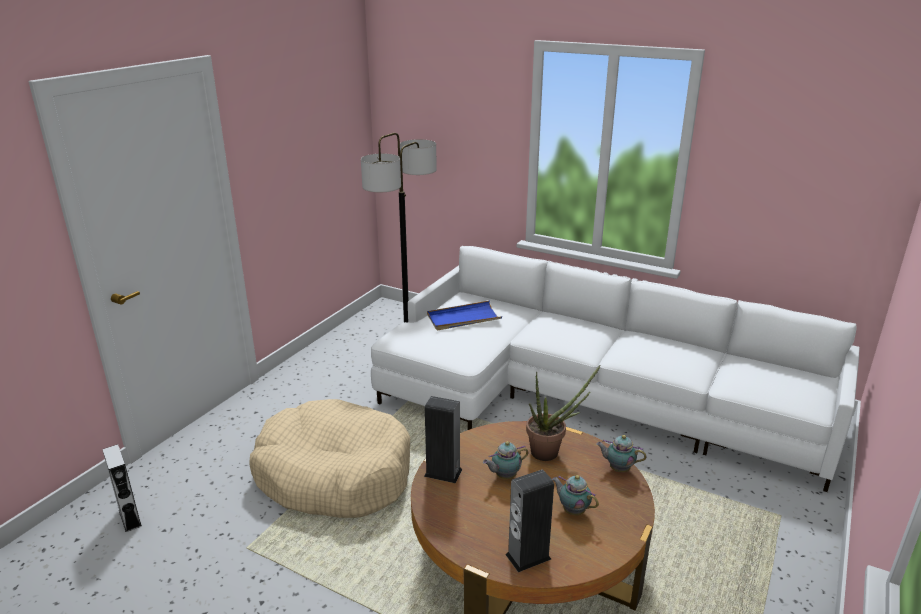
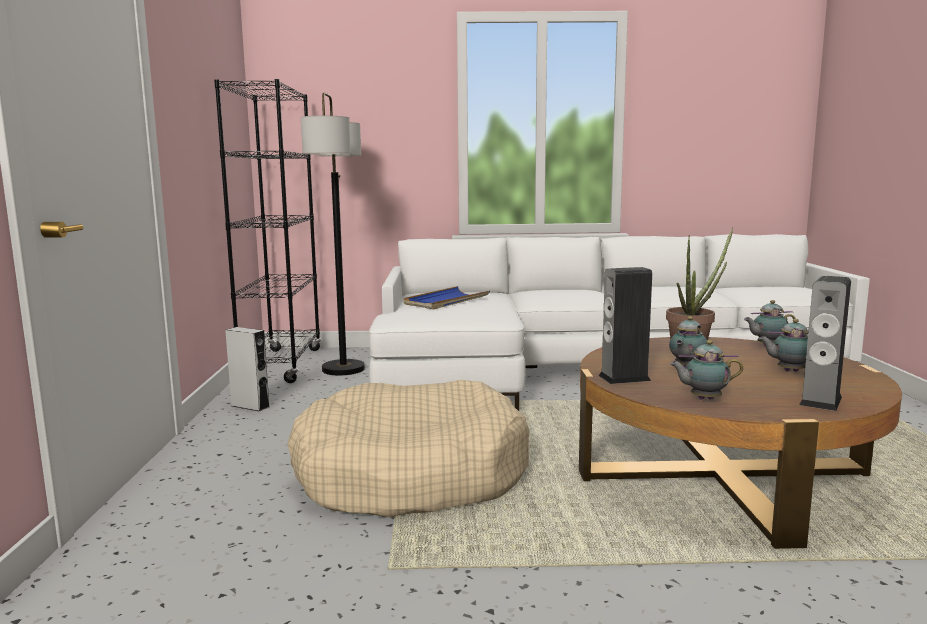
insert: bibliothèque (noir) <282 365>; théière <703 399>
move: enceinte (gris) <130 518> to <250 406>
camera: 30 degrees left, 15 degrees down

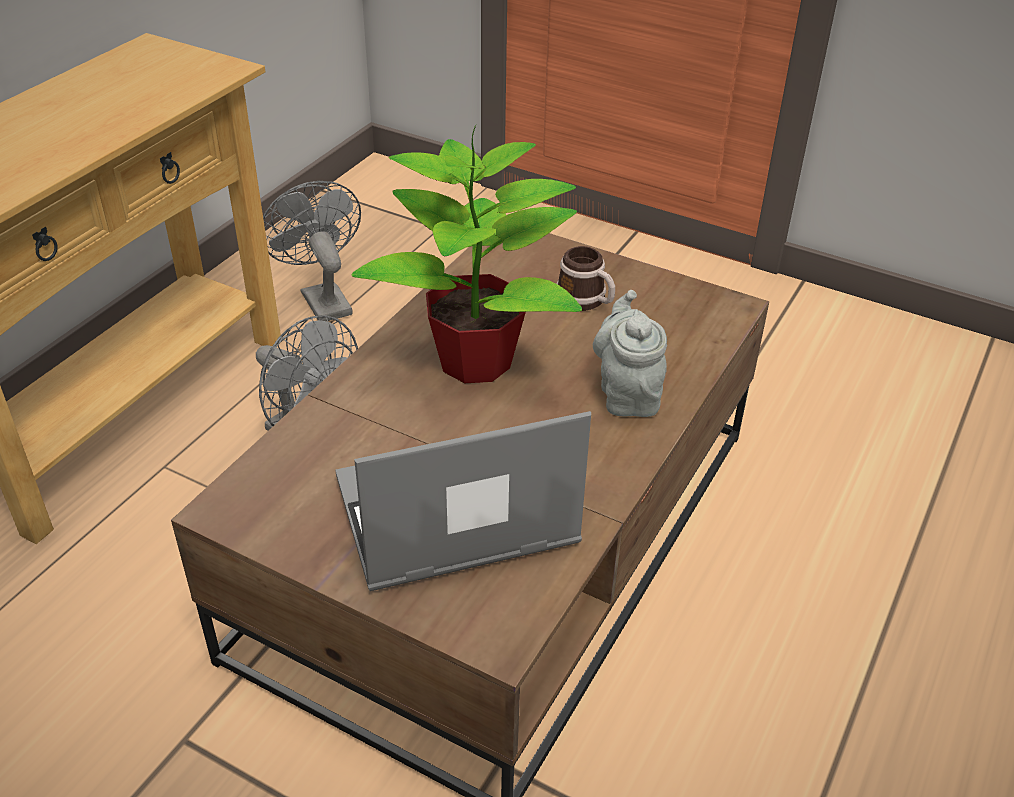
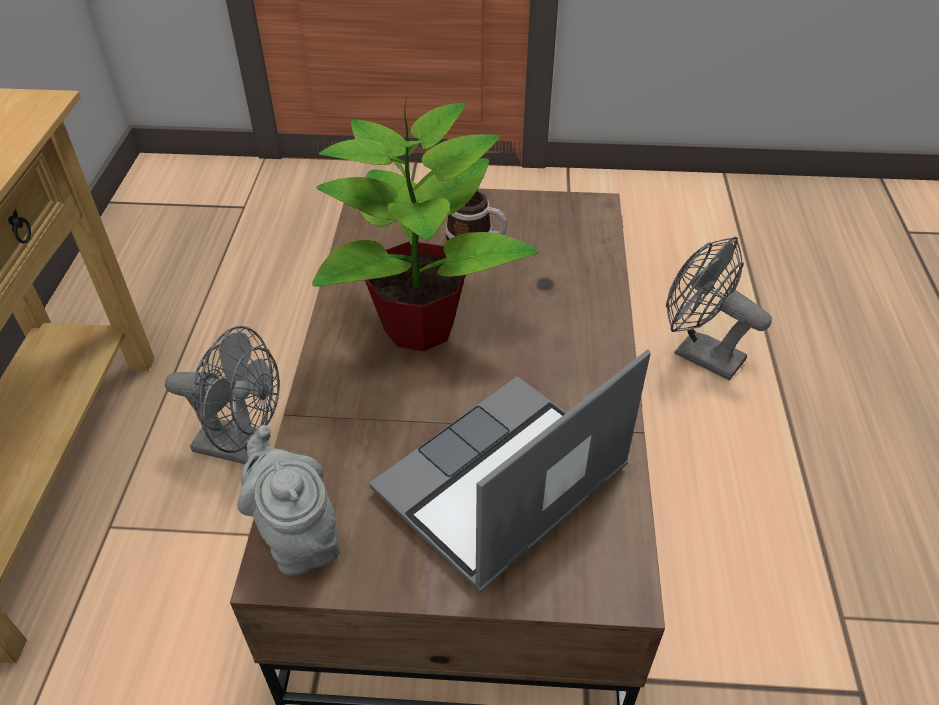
move: théière (gris) <627 393> to <298 536>; ventilateur (gris) <322 299> to <698 353>
camera: 25 degrees left, 5 degrees up

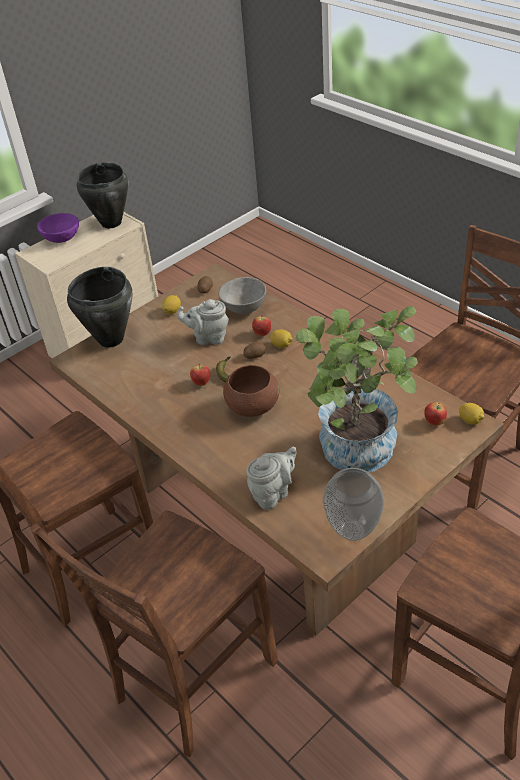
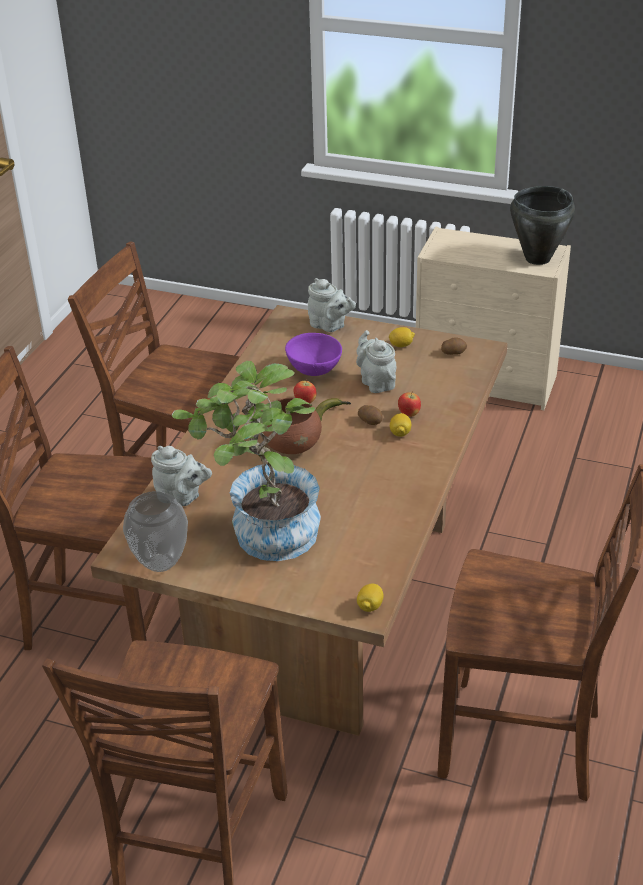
delete: bol (gris) <243 308>; pomme <434 422>
move: bol (violet) <61 238> to <315 369>
replace: marmite (noir) <110 339> to théière (gris) <330 326>
camera: 60 degrees right, 5 degrees down

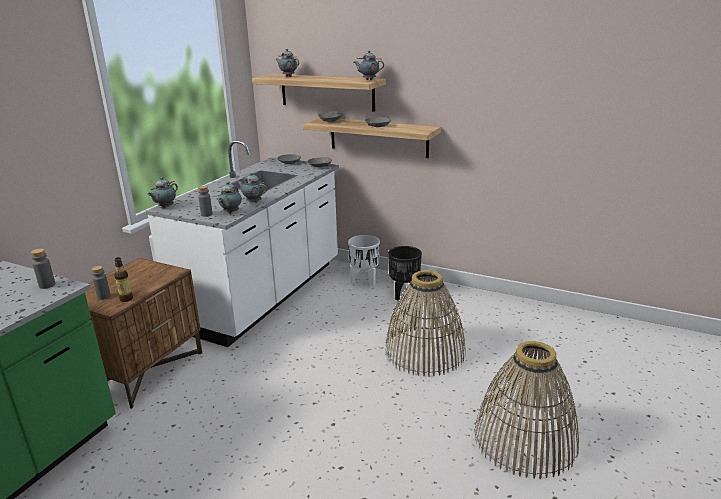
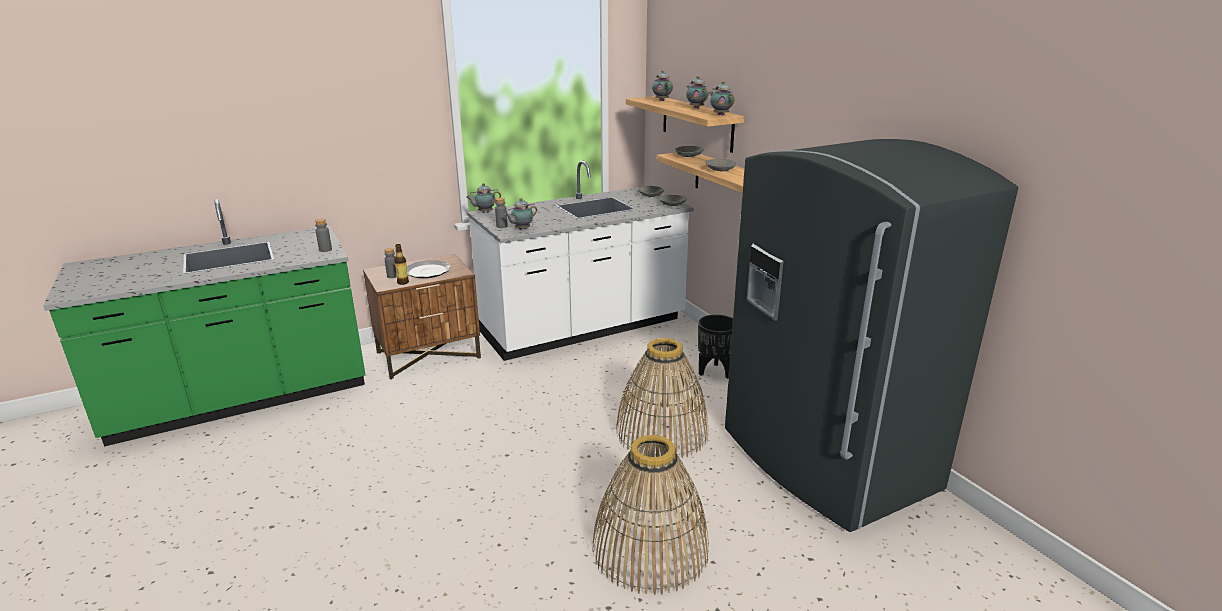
delete: cache-pot (blanc) <364 280>
insert: assiette <427 271>; réfrigérateur (gris) <824 461>
move: théière <253 202> to <696 108>
camera: 35 degrees right, 0 degrees up

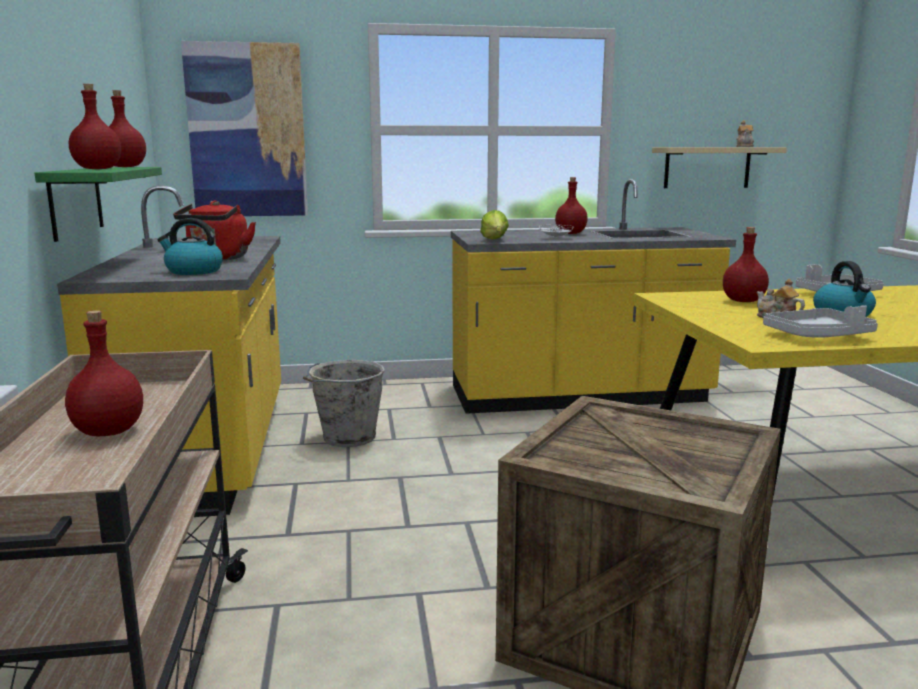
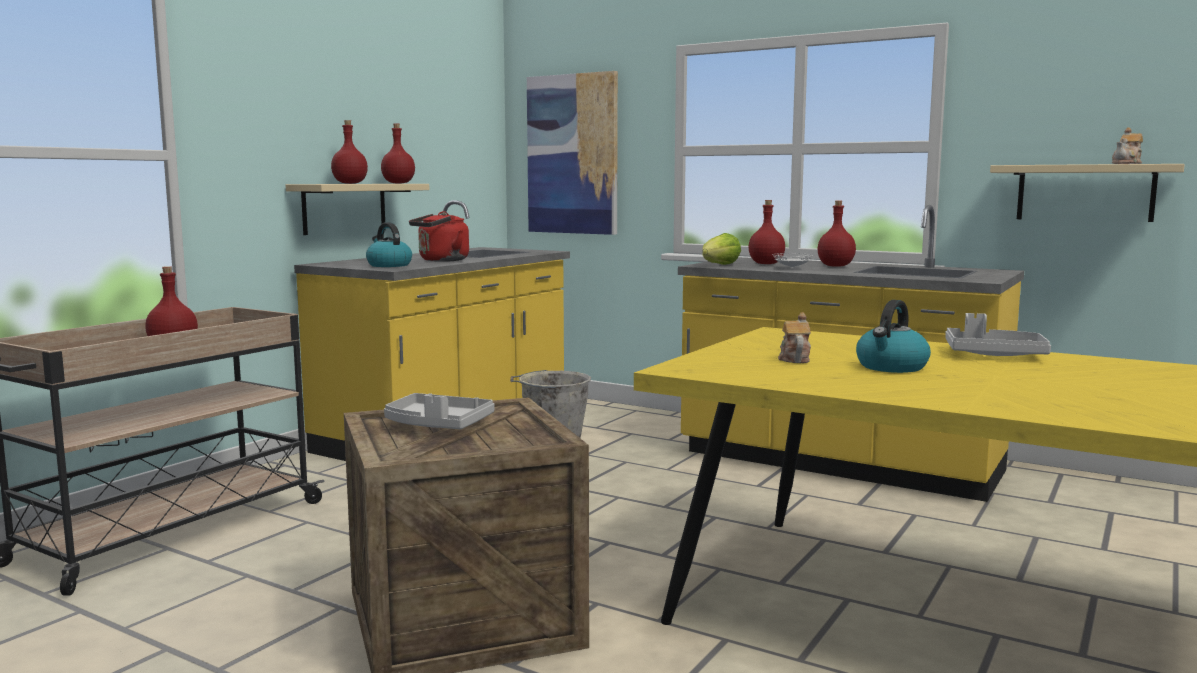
move: plateau (gris) <818 336> to <437 425>; bouteille (rouge) <744 301> to <767 264>
recolor: étagère (vert) <75 201> to étagère (beige) <344 208>
camera: 40 degrees right, 5 degrees down

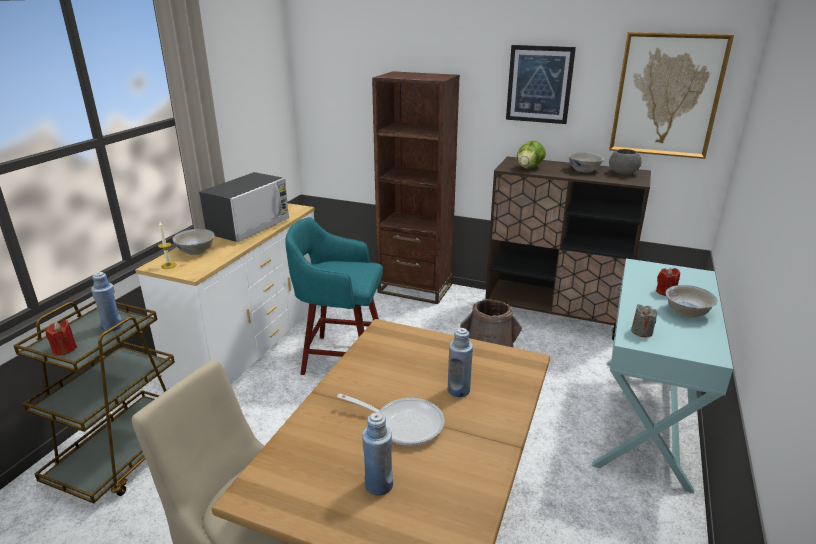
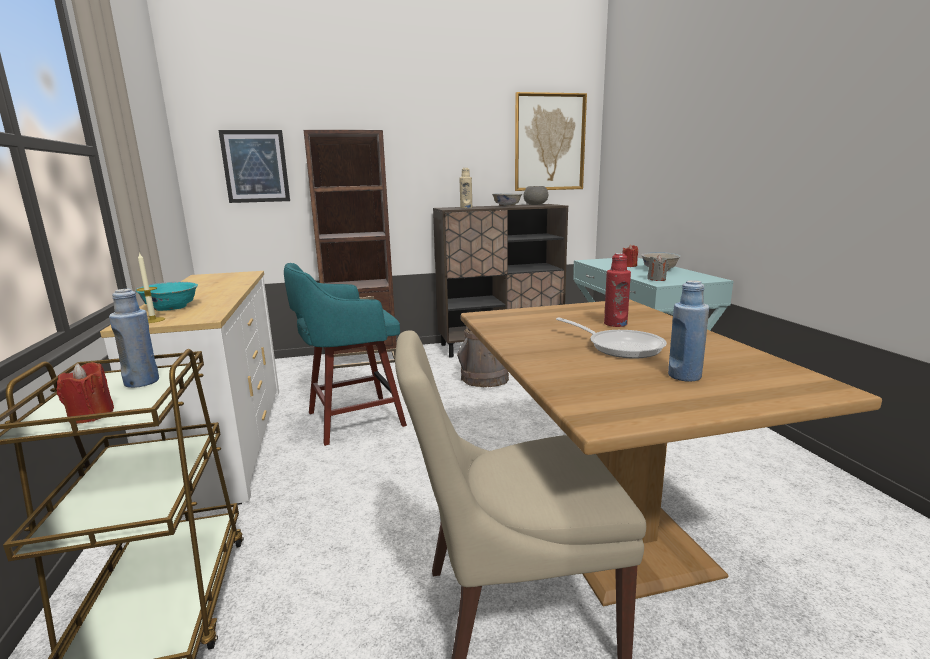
delete: micro-ondes <249 227>
move: tableau <539 84> to <255 166>
replace: laitue <529 168> to bouteille (beige) <466 208>
recolor: bol (blanc) <196 250> to bol (turquoise) <170 307>; bouteille (bleu) <458 390> to bouteille (rouge) <615 324>
rotate: poêle <403 423> = <620 346> 60 degrees clockwise
camera: 35 degrees left, 10 degrees down

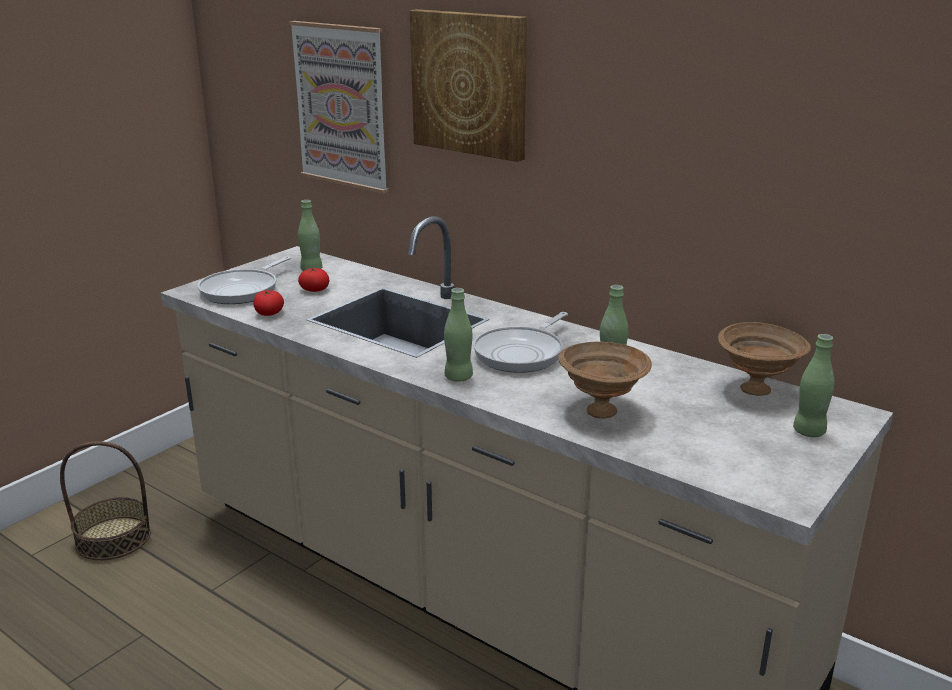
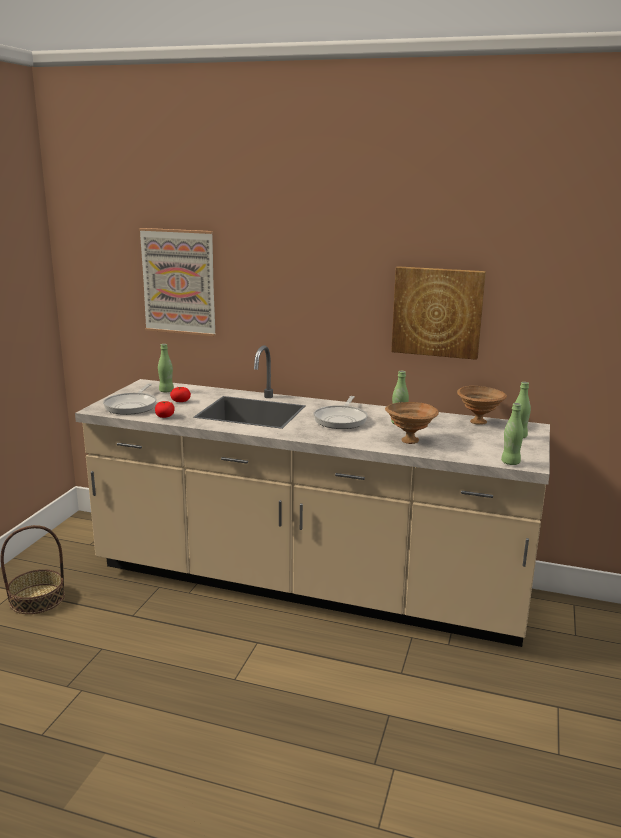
move: tableau <470 83> to <437 312>; bouteille (vert) <458 377> to <510 462>
camera: 20 degrees left, 5 degrees down

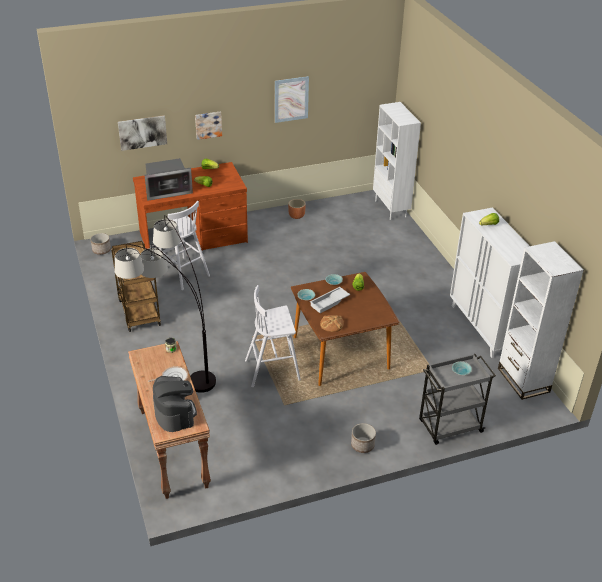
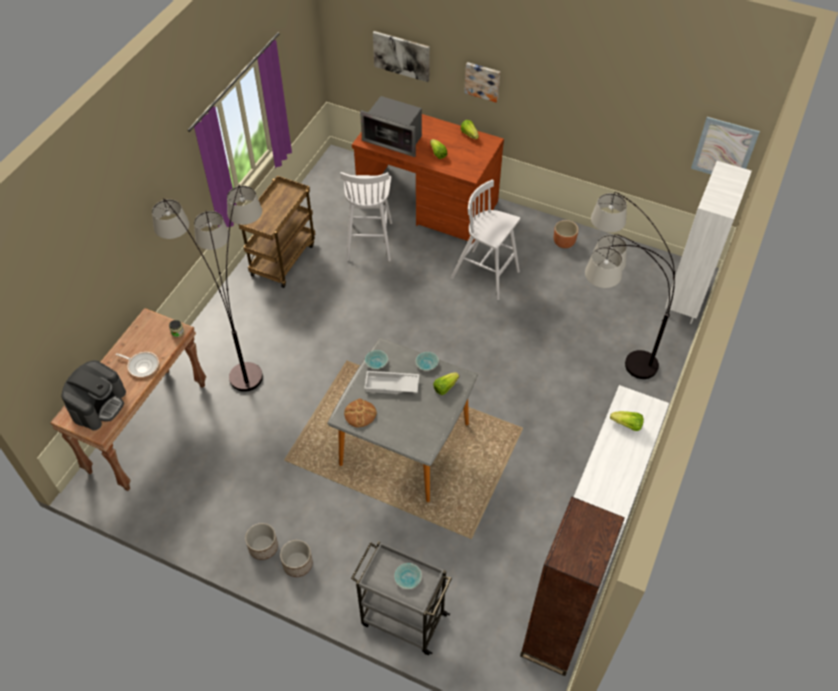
insert: lampadaire <600 360>
move: cache-pot <101 250> to <263 547>; tabouret (blanc) <273 370> to <486 275>; tableau <291 99> to <724 149>
recolor: table à manger (marron) <340 352> to table à manger (gris) <405 443>; bibliothèque (blanc) <523 380> to bibliothèque (marron) <553 635>
camera: 45 degrees right, 15 degrees up

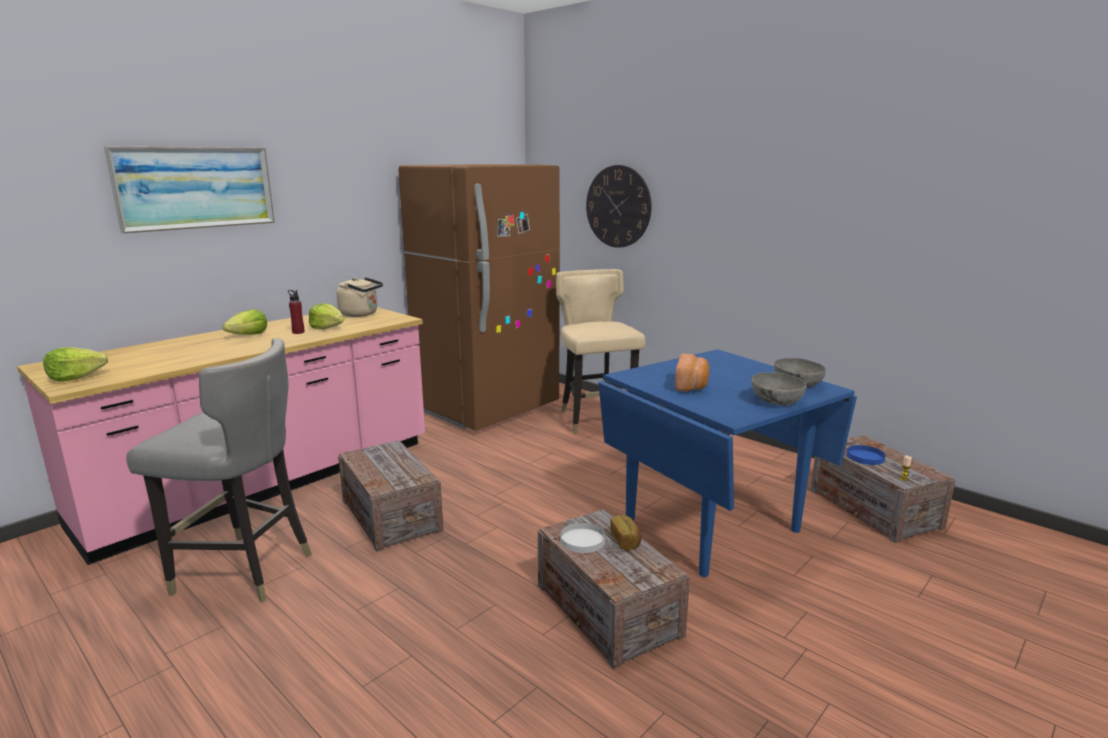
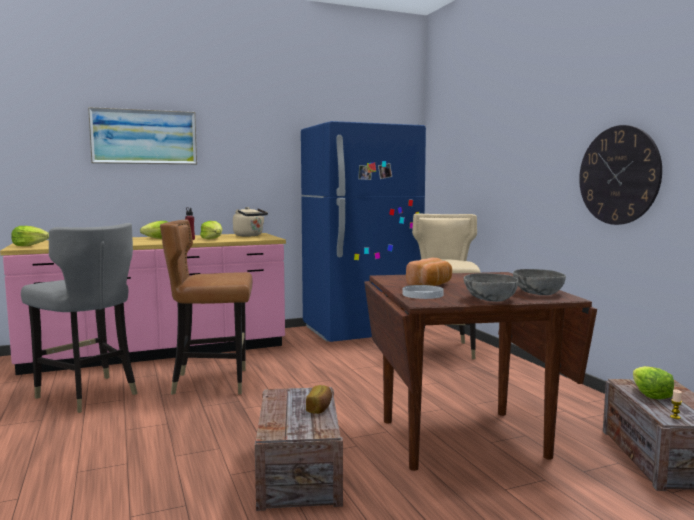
move: assiette (blanc) <582 540> to <422 294>; horloge murale <618 206> to <618 175>
replace: caisse <391 515> to chaise (marron) <213 382>; assiette (bleu) <865 457> to laitue <650 395>
recolor: réfrigérateur (marron) <488 408> to réfrigérateur (bleu) <361 332>; table à manger (bleu) <713 528> to table à manger (marron) <463 439>
camera: 25 degrees right, 10 degrees down

